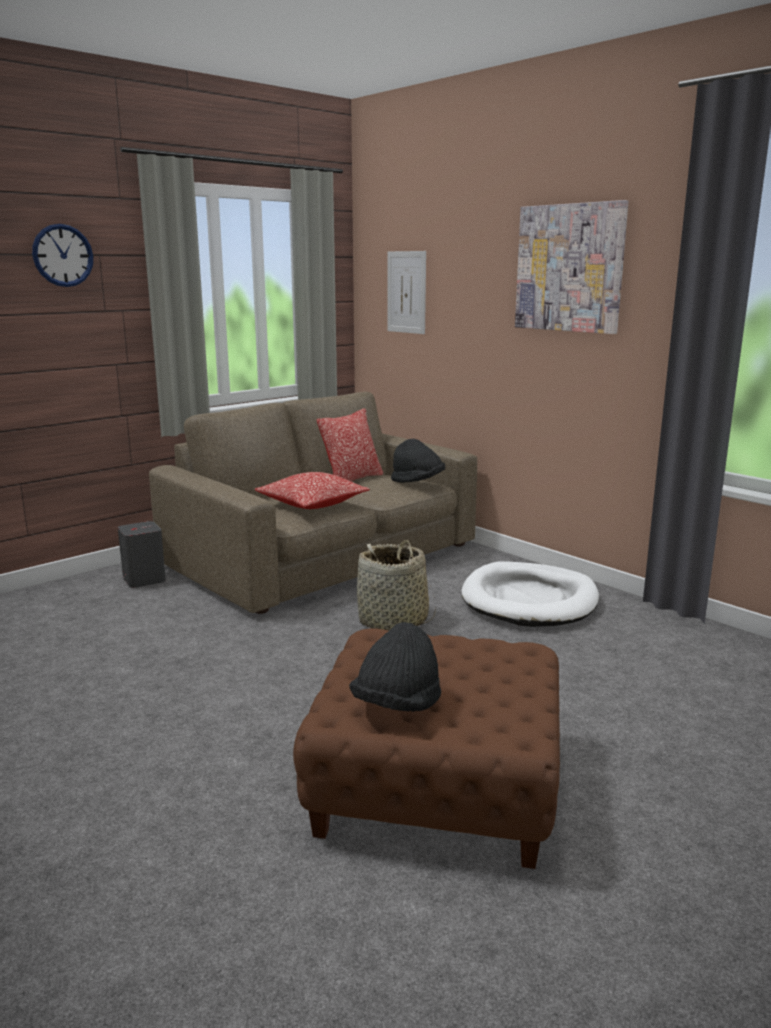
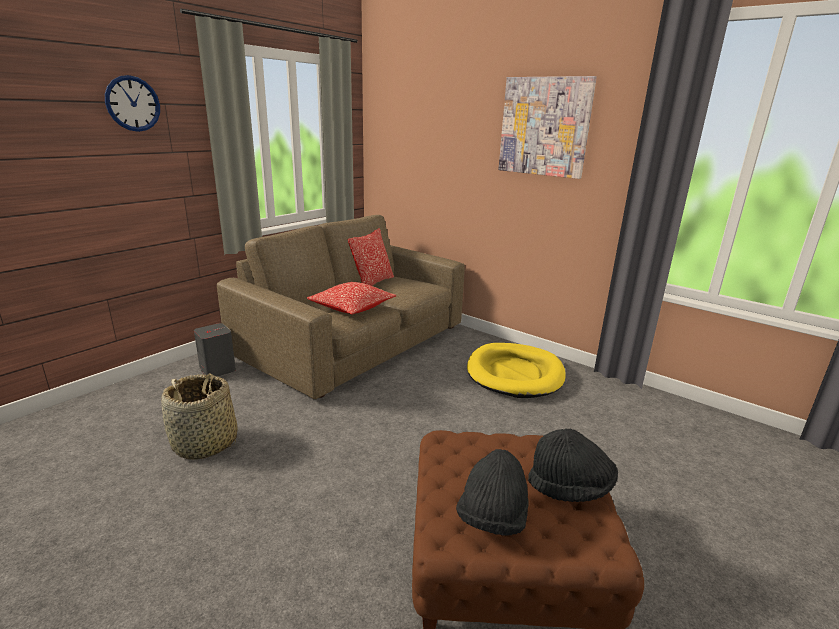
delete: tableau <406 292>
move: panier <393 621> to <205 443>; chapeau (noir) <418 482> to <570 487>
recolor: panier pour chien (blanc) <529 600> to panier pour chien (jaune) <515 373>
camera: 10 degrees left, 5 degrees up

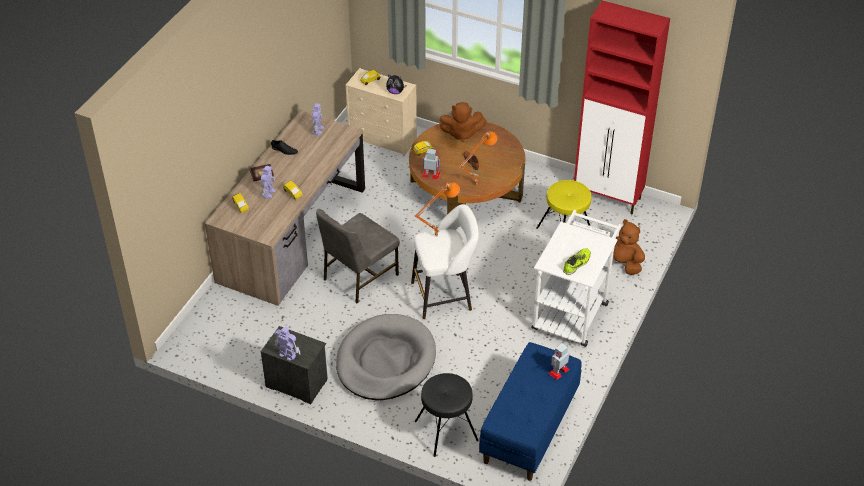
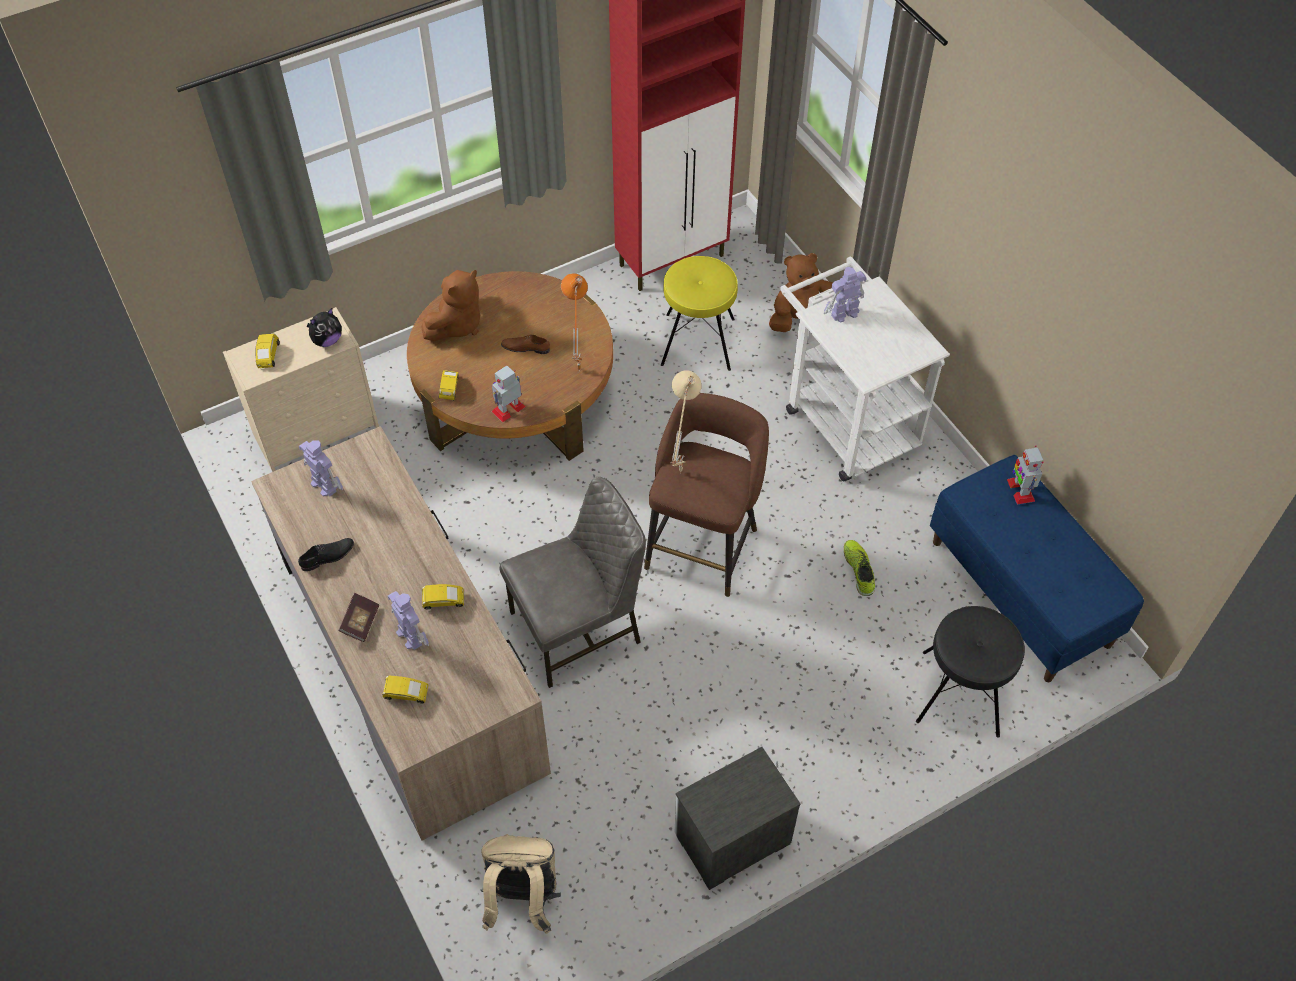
delete: panier pour chien (gris) <385 361>
insert: sac à dos (beige) <522 899>
move: robot jouet <287 354> to <843 313>; chaussure <577 264> to <859 570>
recolor: tabouret (blanc) <445 295> to tabouret (marron) <703 543>; lampe de table (orange) <436 235> to lampe de table (beige) <678 471>
rotate: chaise (gris) <359 277> = <578 628> 105 degrees counterclockwise
camera: 55 degrees left, 10 degrees up

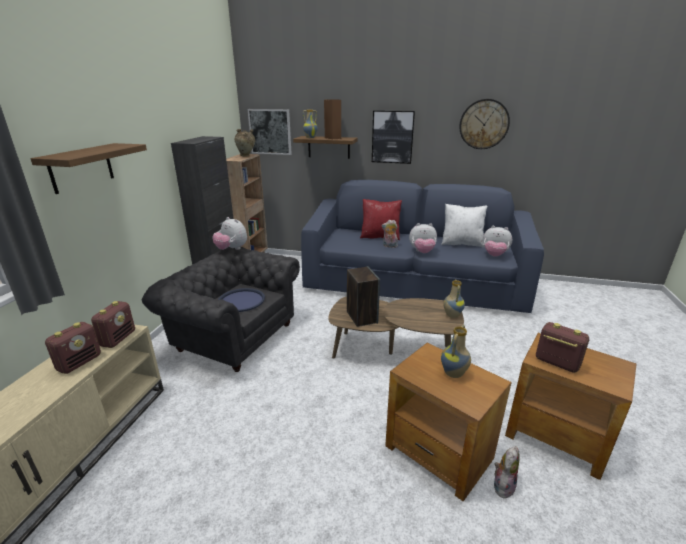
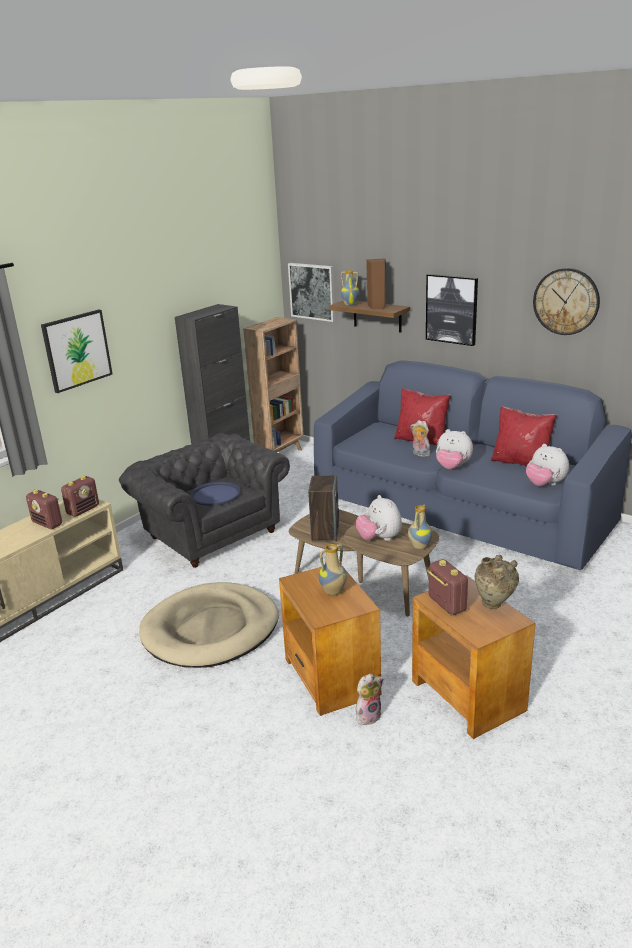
insert: panier pour chien (beige) <211 629>
move: peluche <231 249> to <379 539>; vase (beige) <246 156> to <494 605>
replace: étagère <81 167> to tableau <77 350>
recolor: coussin (blanc) <461 243> to coussin (rouge) <521 462>
rotate: radio <80 362> = <48 524> 75 degrees clockwise
camera: 25 degrees right, 0 degrees up

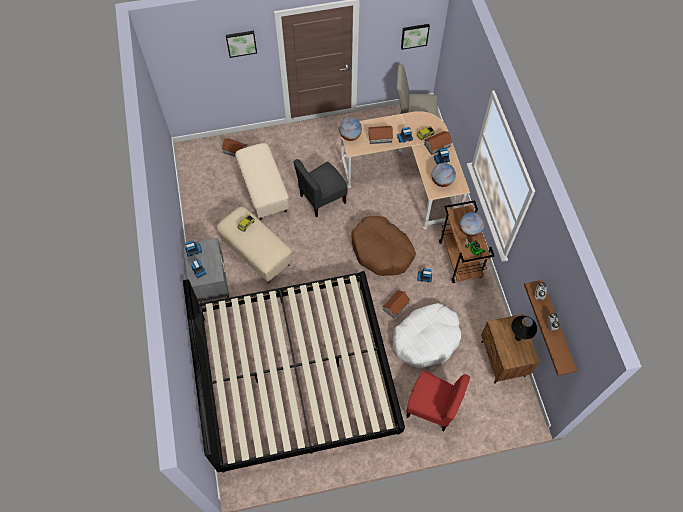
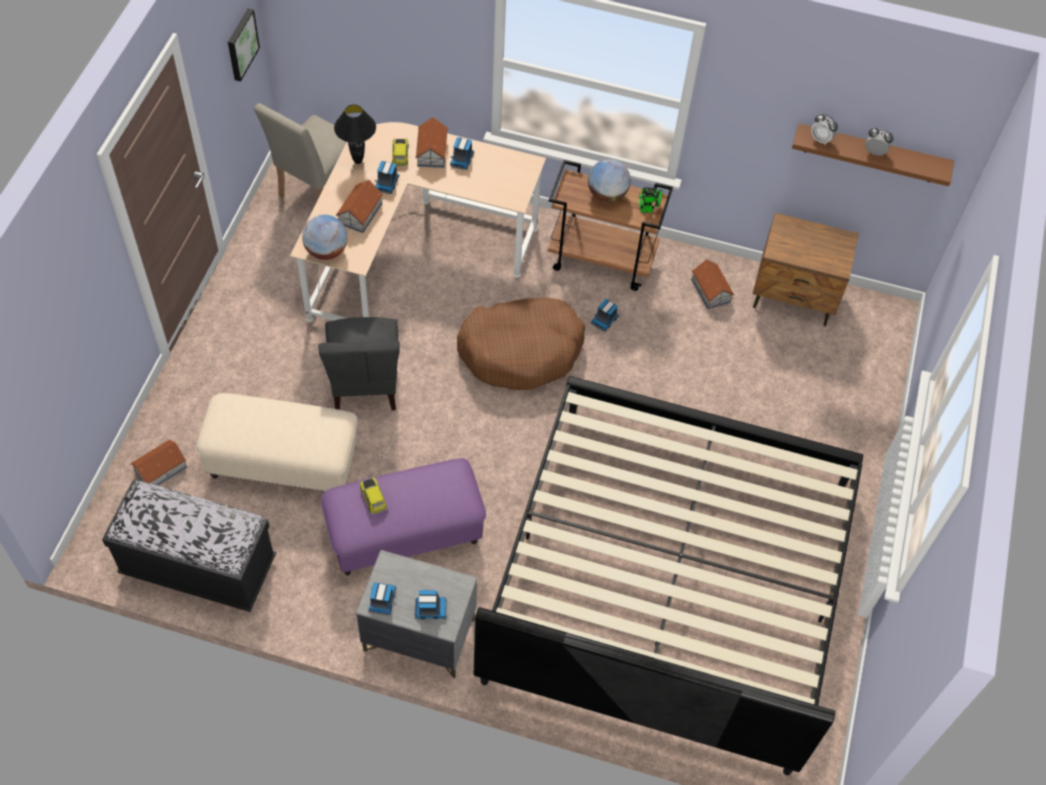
delete: tableau <241 43>; panier pour chien (blanc) <426 339>; chaise (rouge) <431 408>; globe <442 181>
insert: banc (noir) <198 567>
move: lampe de table (noir) <517 338> to <358 161>; maison miniature <395 306> to <710 291>
recolor: pouf (beige) <256 253> to pouf (violet) <405 535>
camera: 65 degrees left, 5 degrees down

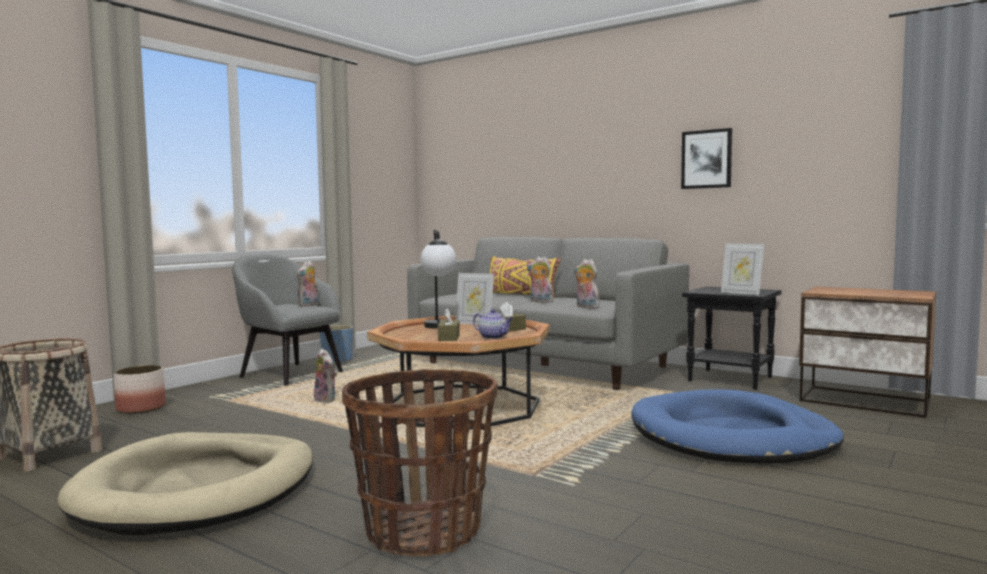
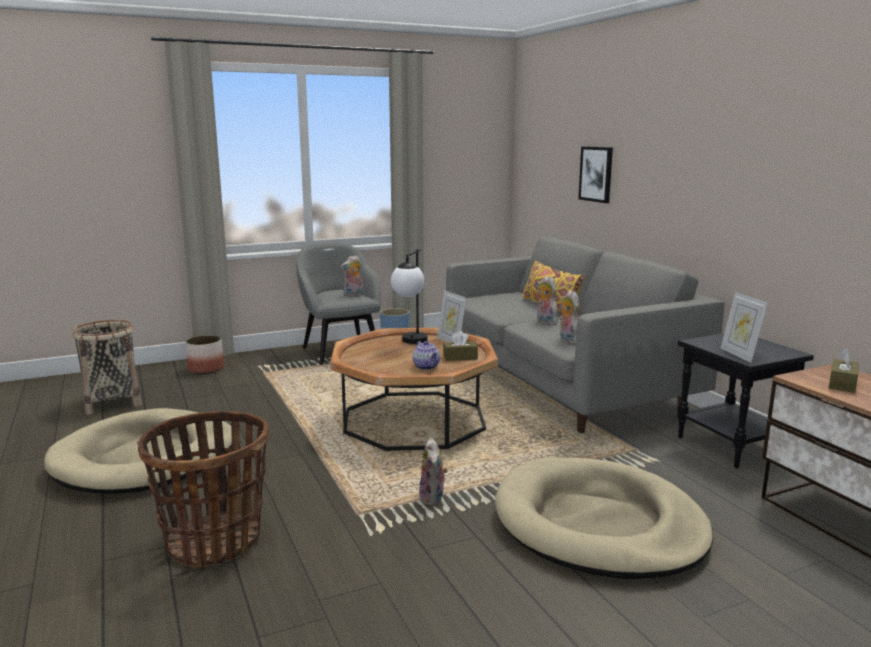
move: peluche <327 400> to <433 499>; tableau <706 159> to <596 174>; boîte à mouchoirs (marron) <449 338> to <842 384>
recolor: panier pour chien (bleu) <732 436> to panier pour chien (beige) <598 524>
camera: 30 degrees right, 10 degrees up

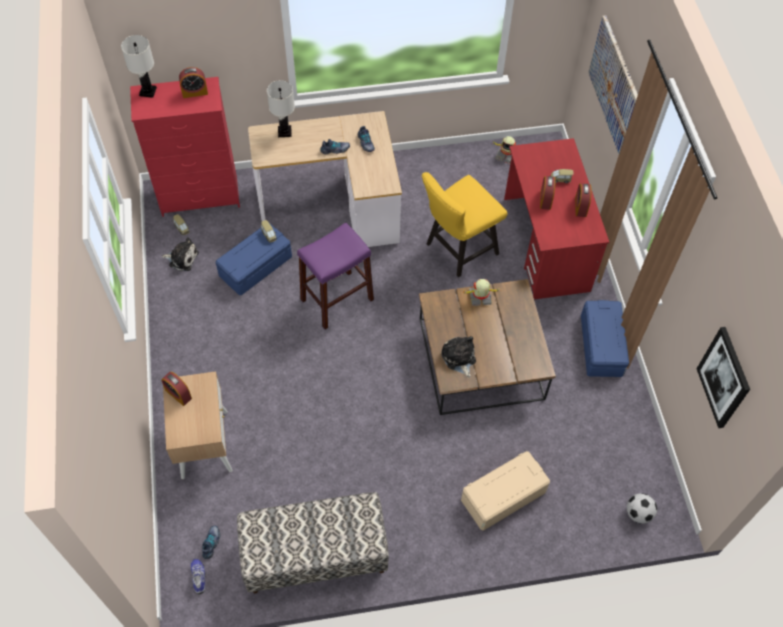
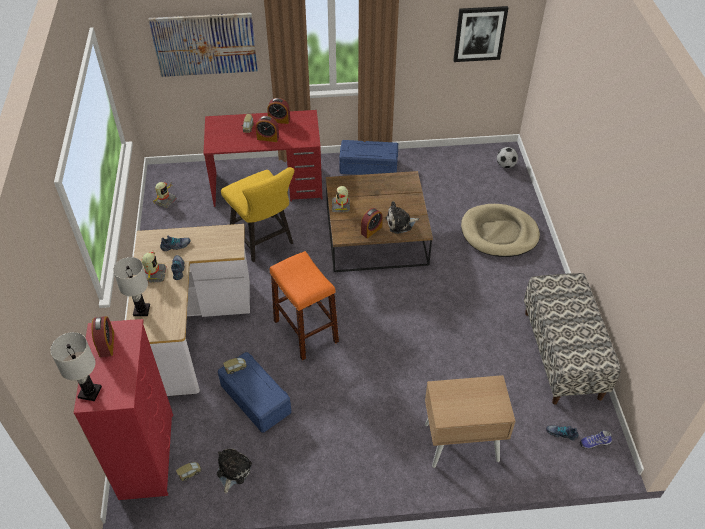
insert: robot jouet <154 275>
move: réveil <178 394> to <371 230>
replace: boîte de rangement (beige) <503 497> to panier pour chien (beige) <499 233>
recolor: tabouret (violet) <337 299> to tabouret (orange) <306 331>
camera: 85 degrees left, 10 degrees down

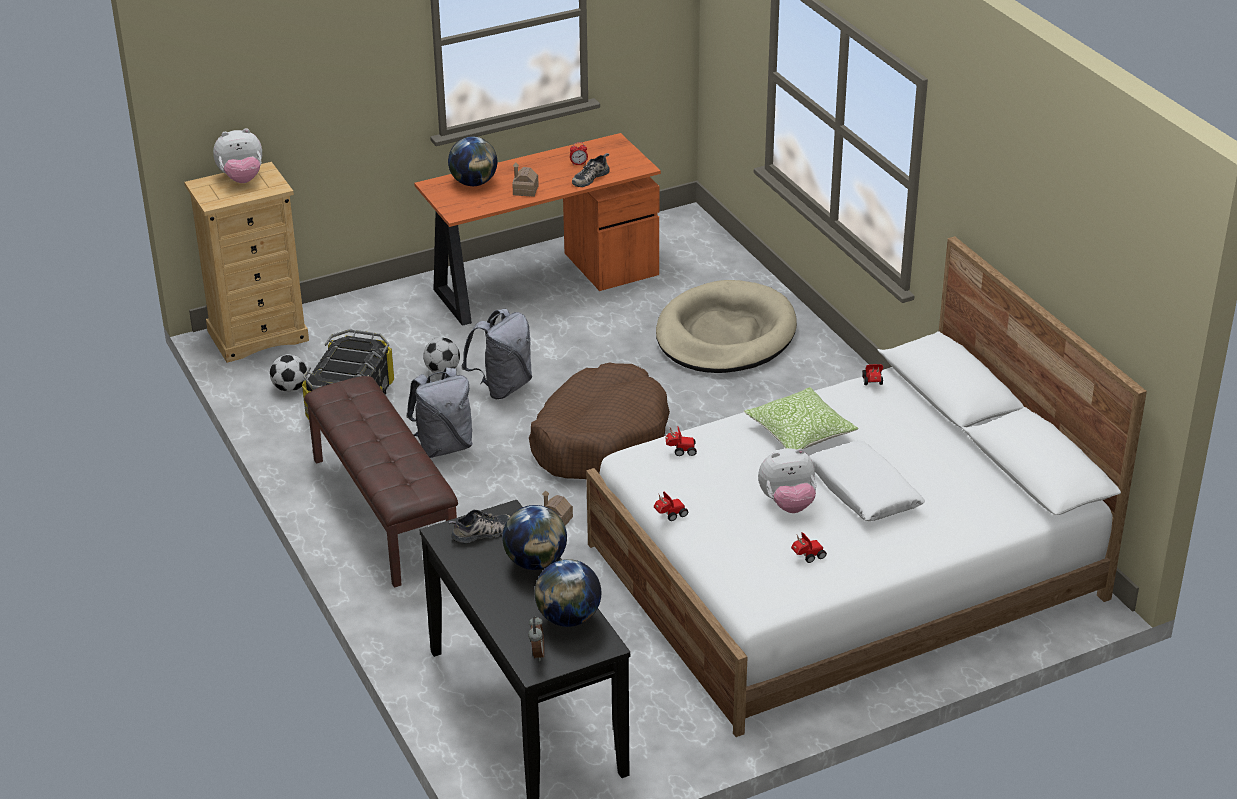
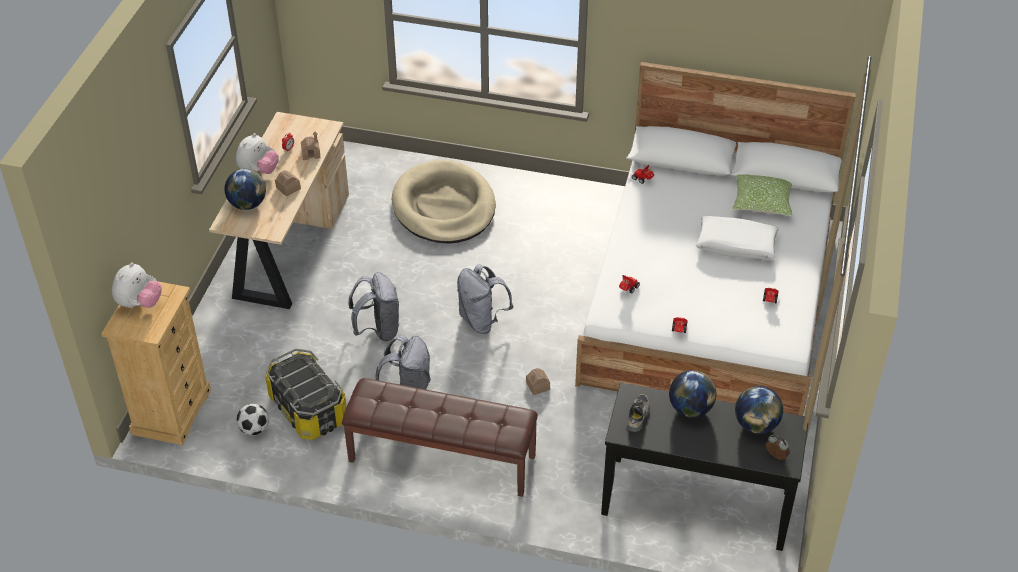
delete: ballon de foot <442 371>
move: peluche <787 504> to <258 171>; coussin <800 433> to <762 201>
replace: chaussure <590 177> to maison miniature <311 153>; panier pour chien (marron) <599 439> to sac à dos (gris) <482 320>
recolor: bureau (orange) <541 282> to bureau (beige) <288 247>
camera: 50 degrees left, 10 degrees up

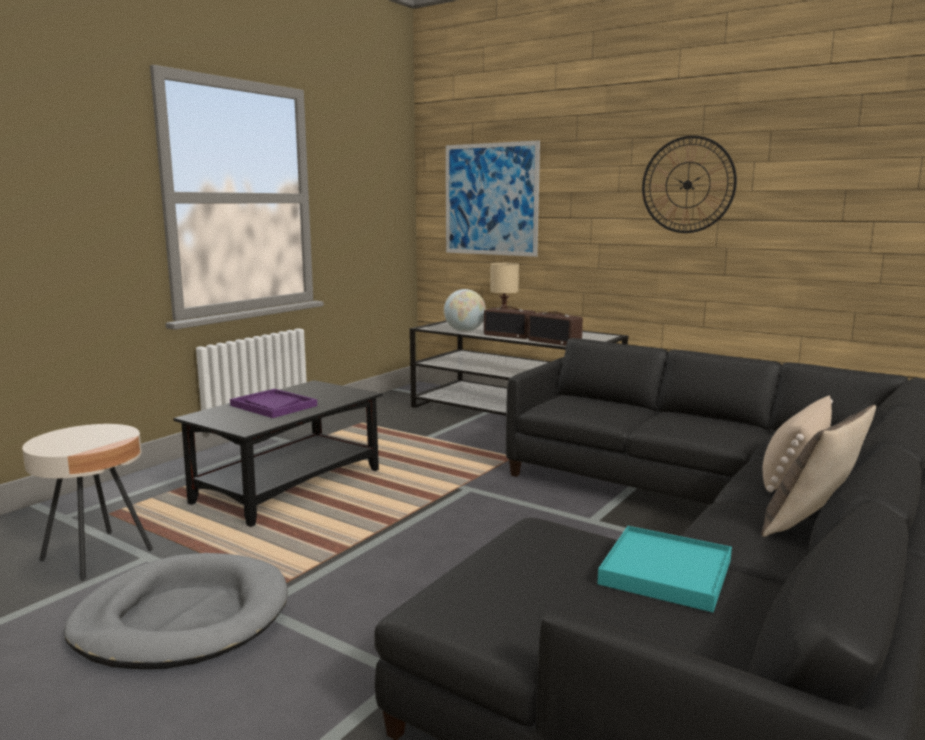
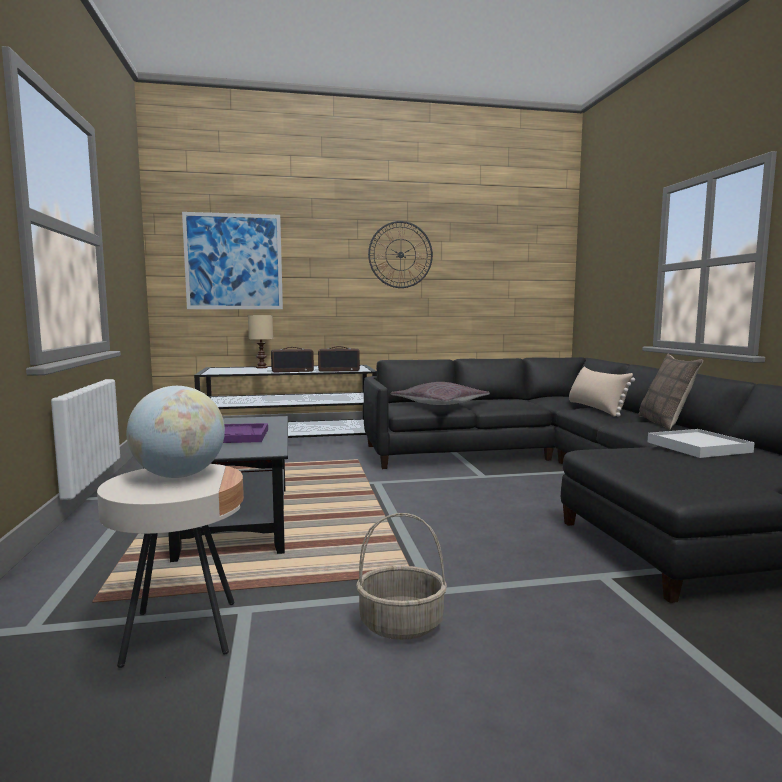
insert: coussin (gris) <440 404>
move: globe <464 331> to <179 476>
replace: panier pour chien (gris) <182 618> to panier <400 625>
recolor: plateau (turquoise) <665 572> to plateau (blanc) <698 447>
camera: 45 degrees left, 5 degrees down

